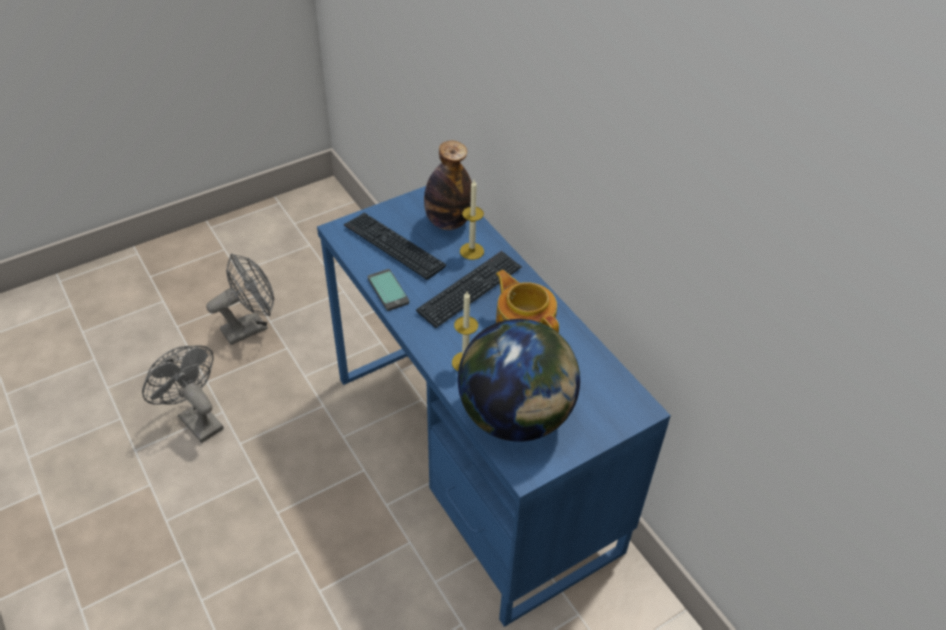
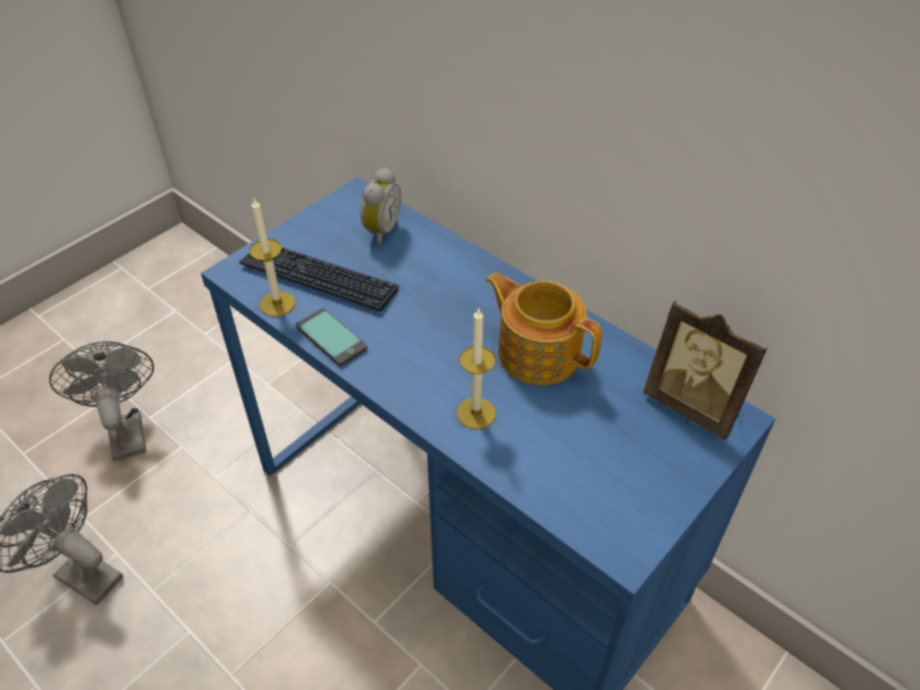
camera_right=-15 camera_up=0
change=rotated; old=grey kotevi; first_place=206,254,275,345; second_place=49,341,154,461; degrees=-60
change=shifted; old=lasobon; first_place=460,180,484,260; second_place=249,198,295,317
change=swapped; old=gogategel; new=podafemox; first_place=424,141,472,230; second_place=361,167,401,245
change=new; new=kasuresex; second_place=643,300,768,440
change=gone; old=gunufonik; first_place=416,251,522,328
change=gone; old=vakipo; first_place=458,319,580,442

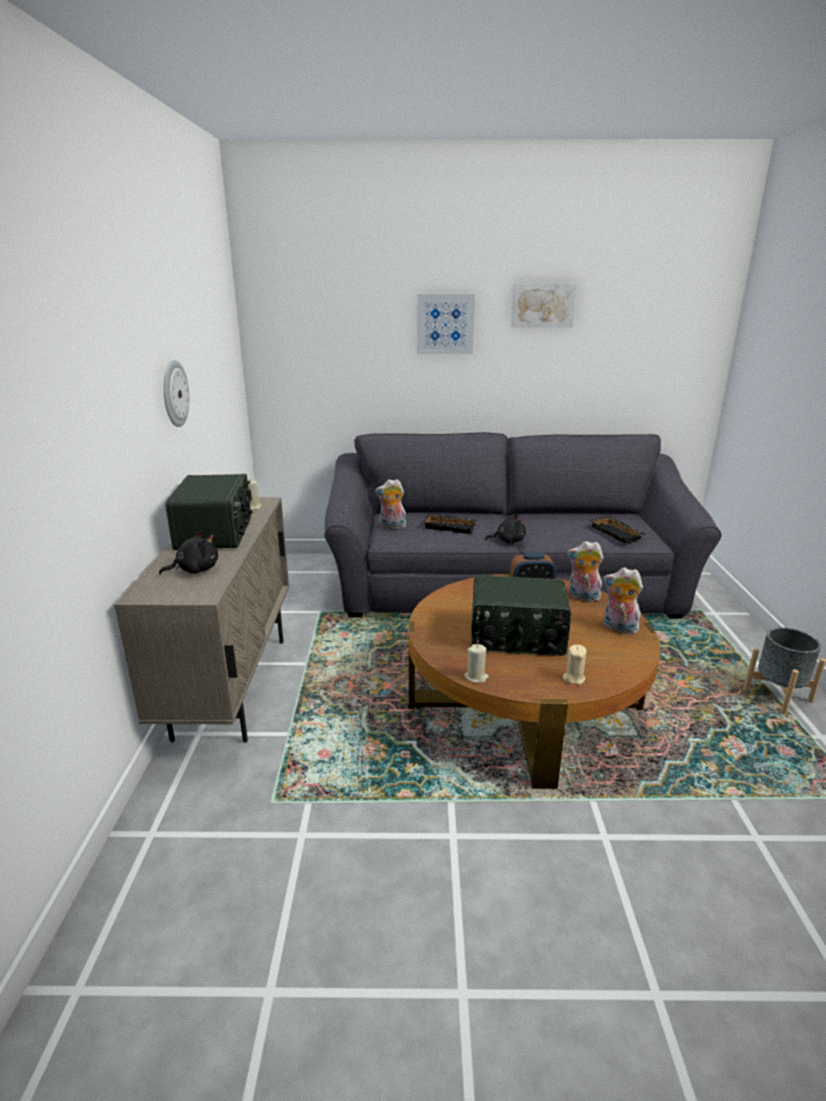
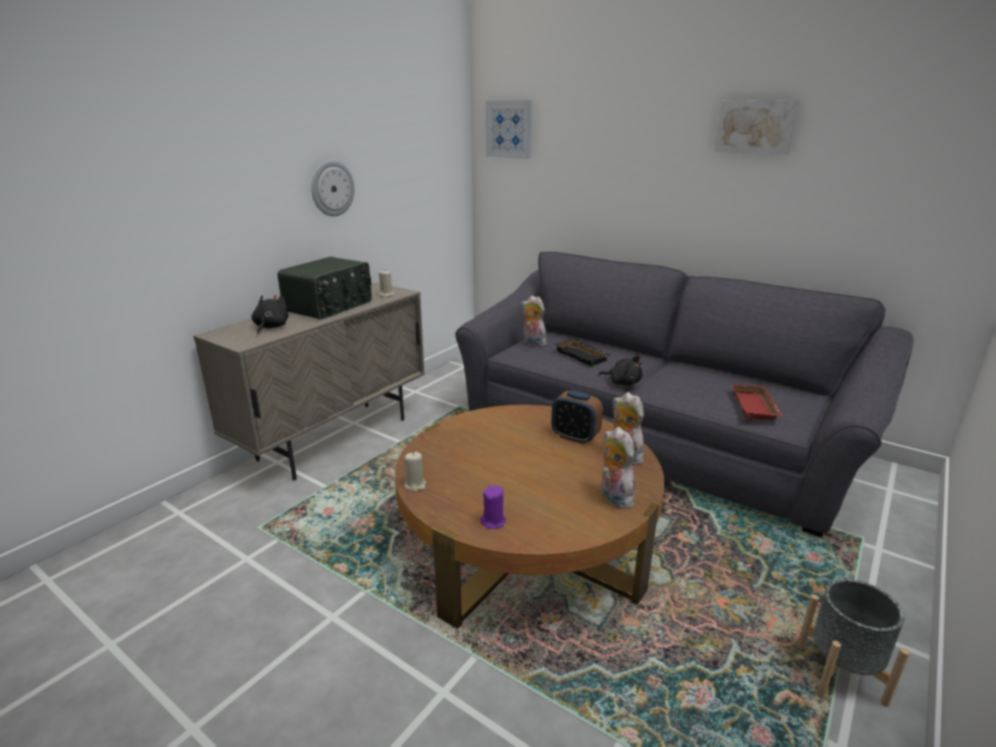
camera_right=35 camera_up=0
change=rotated; old=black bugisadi; first_place=159,530,218,575; second_place=251,295,289,334; degrees=-90
change=repainted; old=beige lasobon; new=purple lasobon; first_place=563,645,587,685; second_place=480,485,506,529
change=shifted; old=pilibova; first_place=417,294,475,354; second_place=486,100,533,159
change=repainted; old=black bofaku; new=red bofaku; first_place=590,516,647,544; second_place=732,383,783,420
change=gone; old=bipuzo; first_place=471,575,571,656

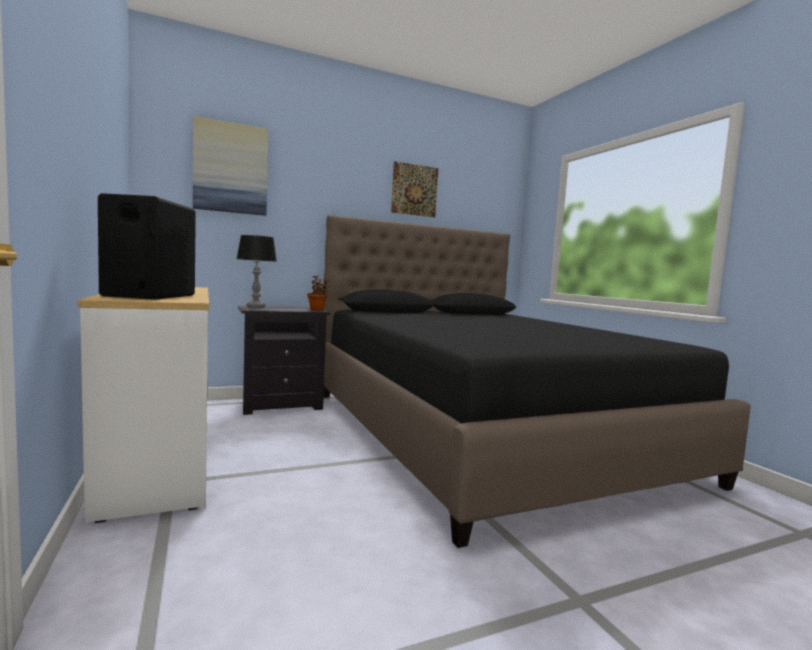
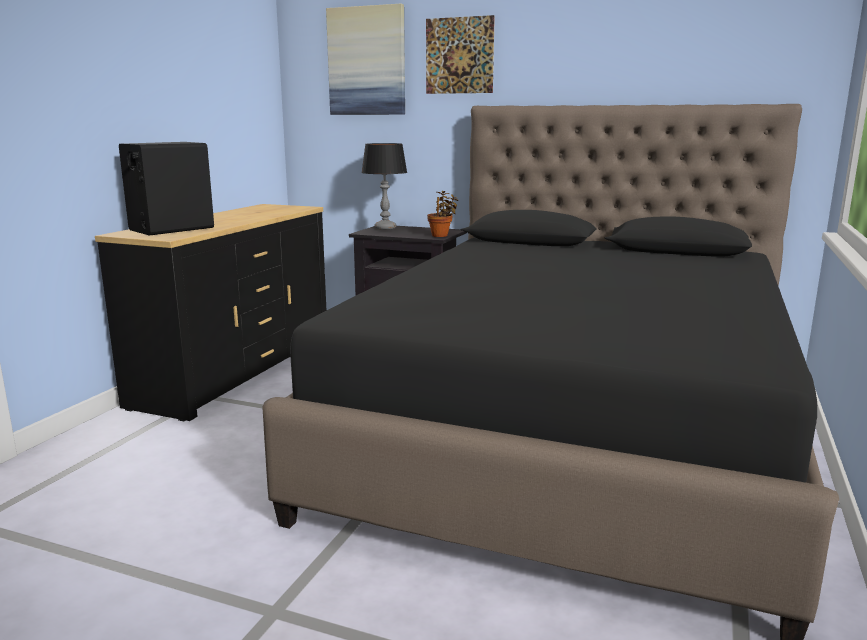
camera_right=45 camera_up=10
change=repainted; old=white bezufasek; new=black bezufasek; first_place=78,287,209,523; second_place=95,204,326,422
change=shifted; old=pilibova; first_place=391,161,438,217; second_place=426,15,495,94

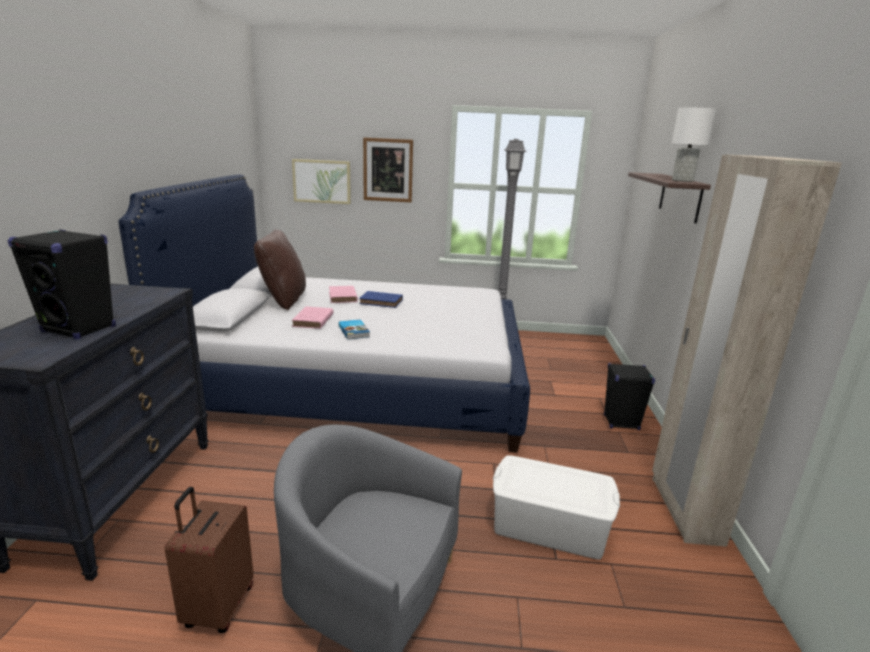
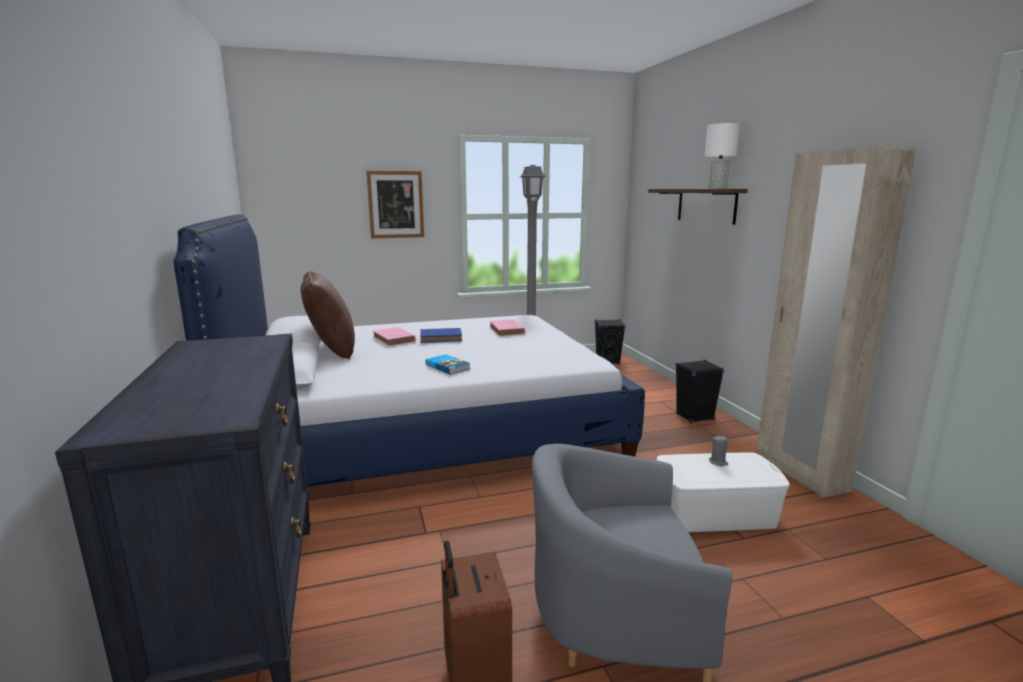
camera_right=-20 camera_up=-5
change=shifted; old=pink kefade; first_place=292,306,333,329; second_place=490,319,526,336
change=shifted; old=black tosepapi; first_place=8,229,116,339; second_place=595,319,626,364
change=new; new=grey lasobon; second_place=709,436,728,467
change=gone; old=pilibova; first_place=292,159,351,204

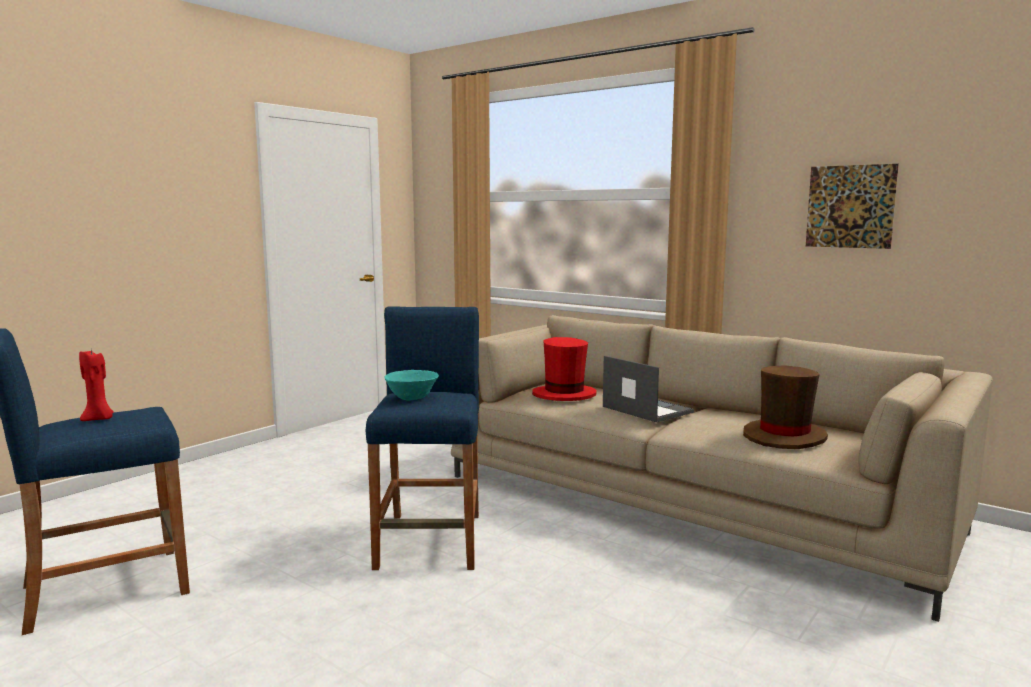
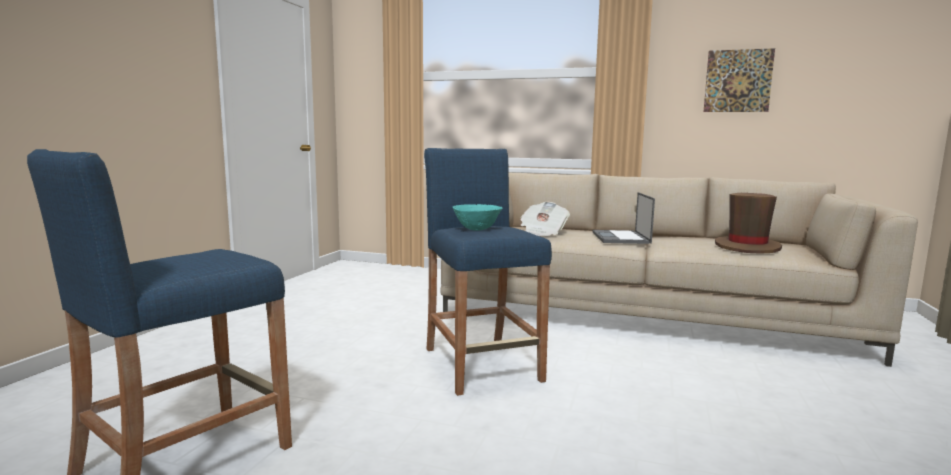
camera_right=-20 camera_up=0
change=swapped; old=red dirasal; new=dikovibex; first_place=532,337,596,401; second_place=520,202,570,236
change=rotated; old=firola; first_place=603,356,694,422; second_place=593,192,655,244; degrees=-120
change=gone; old=red lasobon; first_place=79,350,114,421

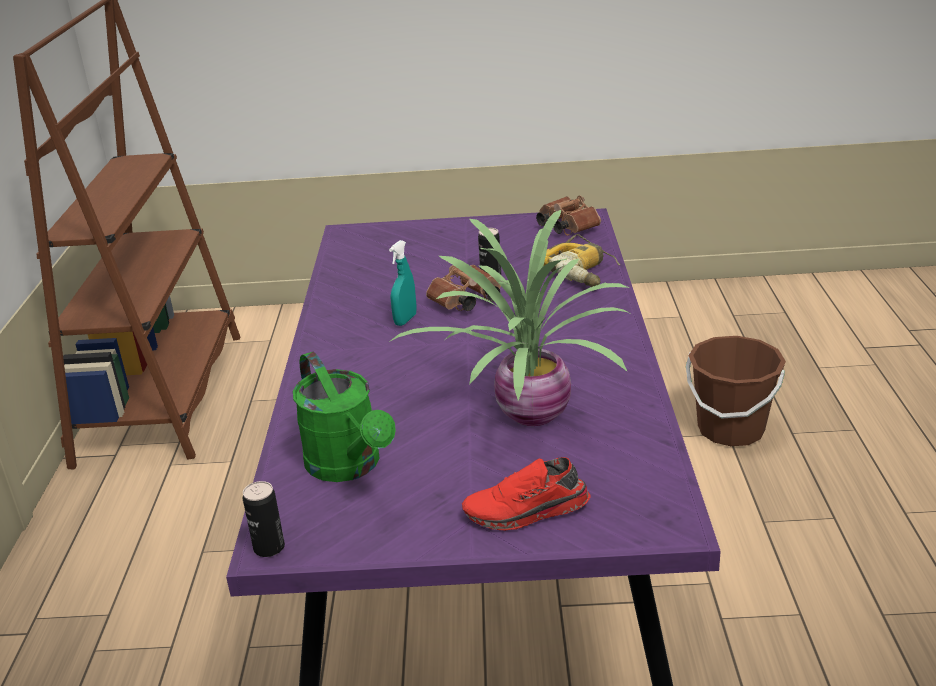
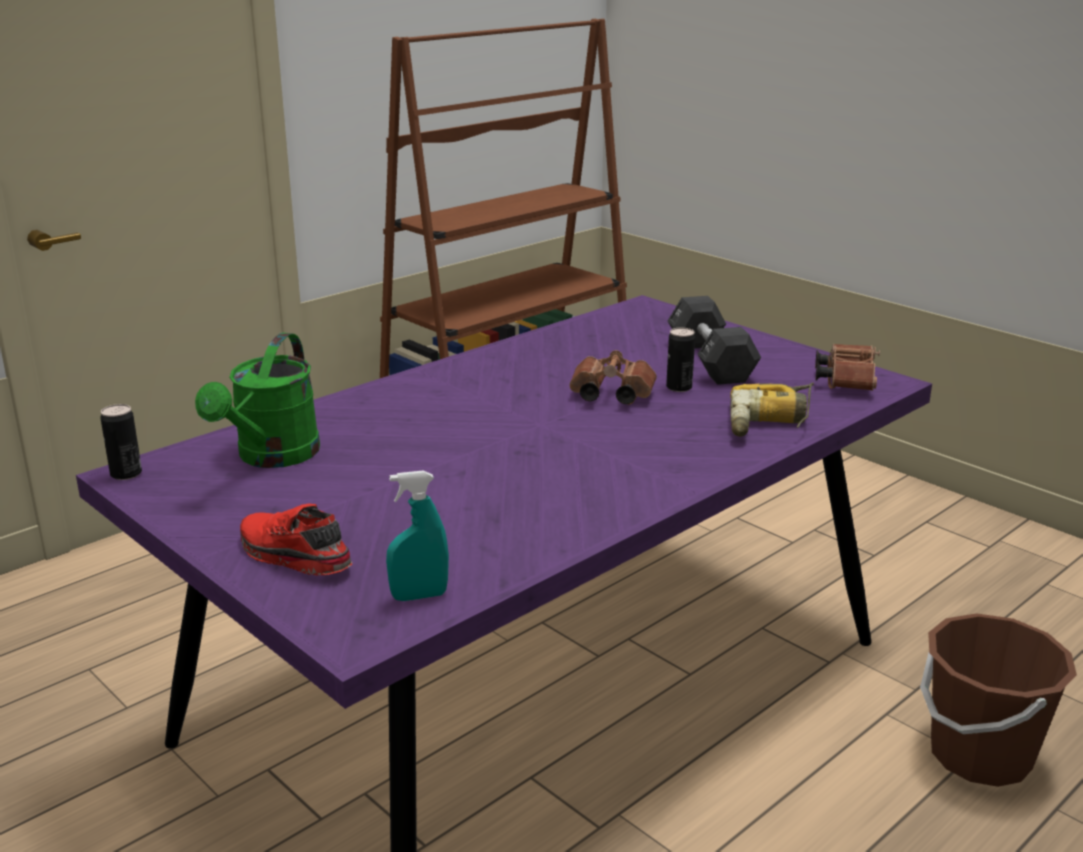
camera_right=45 camera_up=-5
change=shifted; old=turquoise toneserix; first_place=389,240,417,326; second_place=386,470,449,601
change=new; new=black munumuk; second_place=668,296,761,385
change=gone; old=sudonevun; first_place=389,210,630,426

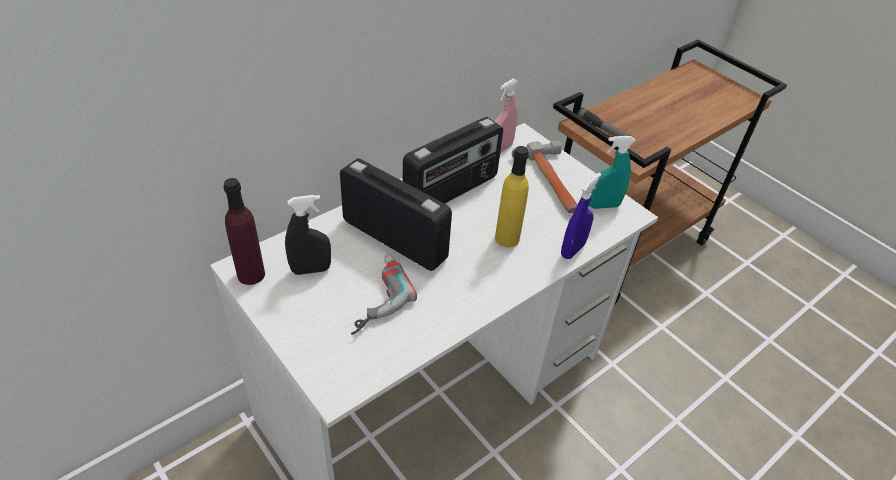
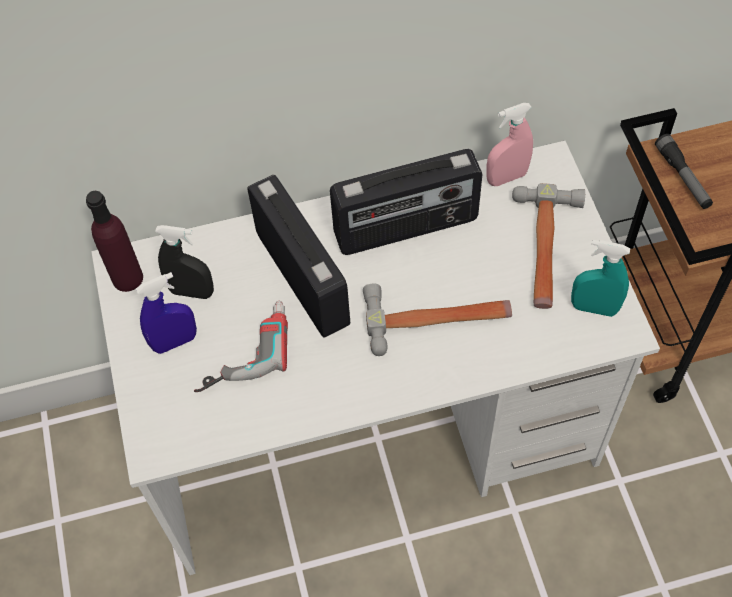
camera_right=30 camera_up=15
change=shifted; old=blue toneserix; first_place=561,172,602,259; second_place=136,272,197,354
change=swapped; old=yellow gogategel; new=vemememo; first_place=495,146,529,247; second_place=363,283,512,356

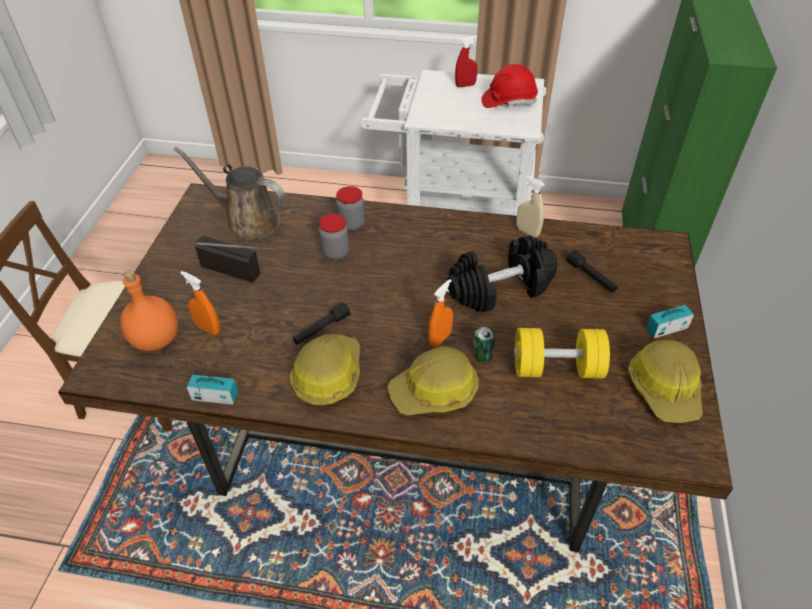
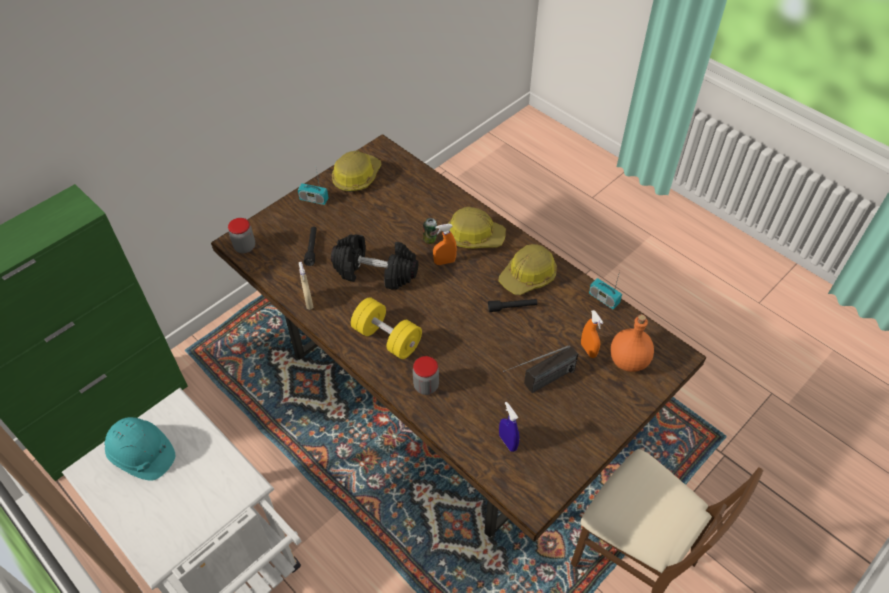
camera_right=-145 camera_up=5
change=repainted; old=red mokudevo; new=turquoise mokudevo; first_place=481,64,538,108; second_place=104,417,175,481
change=shifted; old=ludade; first_place=319,214,349,260; second_place=228,218,255,253
change=shifted; old=yellow munumuk; first_place=514,328,610,379; second_place=351,297,422,359
change=swapped; old=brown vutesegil; new=blue toneserix; first_place=174,147,285,240; second_place=499,402,519,452
change=rotated; old=bipuzo; first_place=195,235,275,283; second_place=503,345,578,393; degrees=-90
change=gone; old=red toneserix; first_place=455,36,478,87

